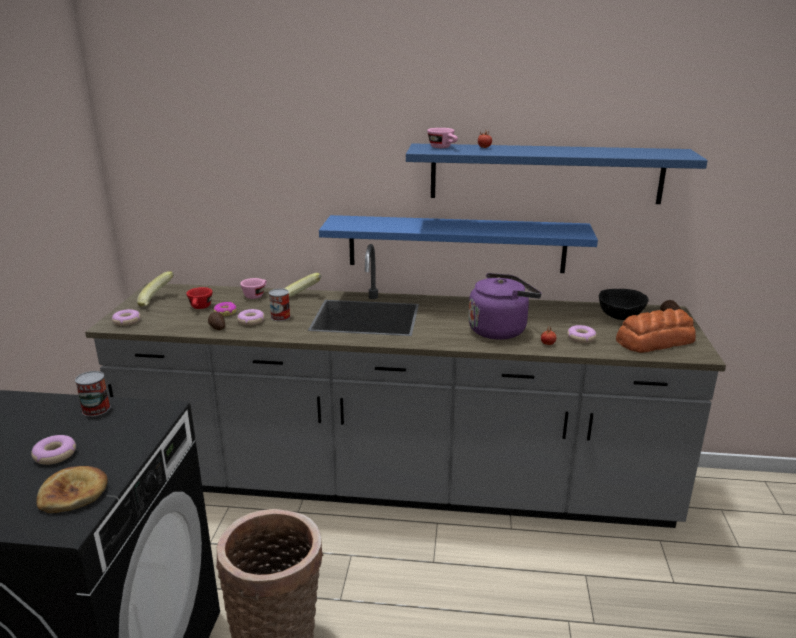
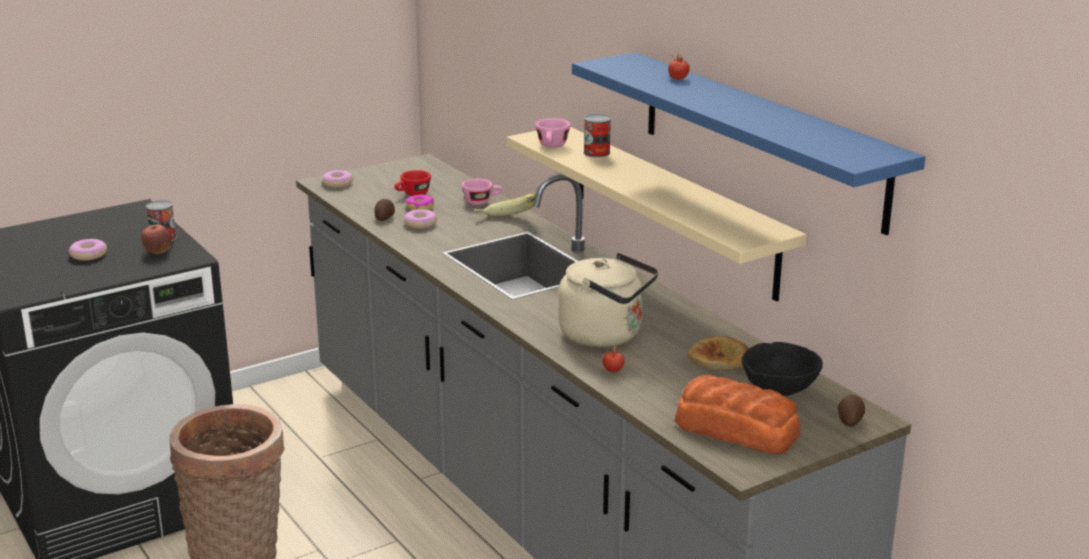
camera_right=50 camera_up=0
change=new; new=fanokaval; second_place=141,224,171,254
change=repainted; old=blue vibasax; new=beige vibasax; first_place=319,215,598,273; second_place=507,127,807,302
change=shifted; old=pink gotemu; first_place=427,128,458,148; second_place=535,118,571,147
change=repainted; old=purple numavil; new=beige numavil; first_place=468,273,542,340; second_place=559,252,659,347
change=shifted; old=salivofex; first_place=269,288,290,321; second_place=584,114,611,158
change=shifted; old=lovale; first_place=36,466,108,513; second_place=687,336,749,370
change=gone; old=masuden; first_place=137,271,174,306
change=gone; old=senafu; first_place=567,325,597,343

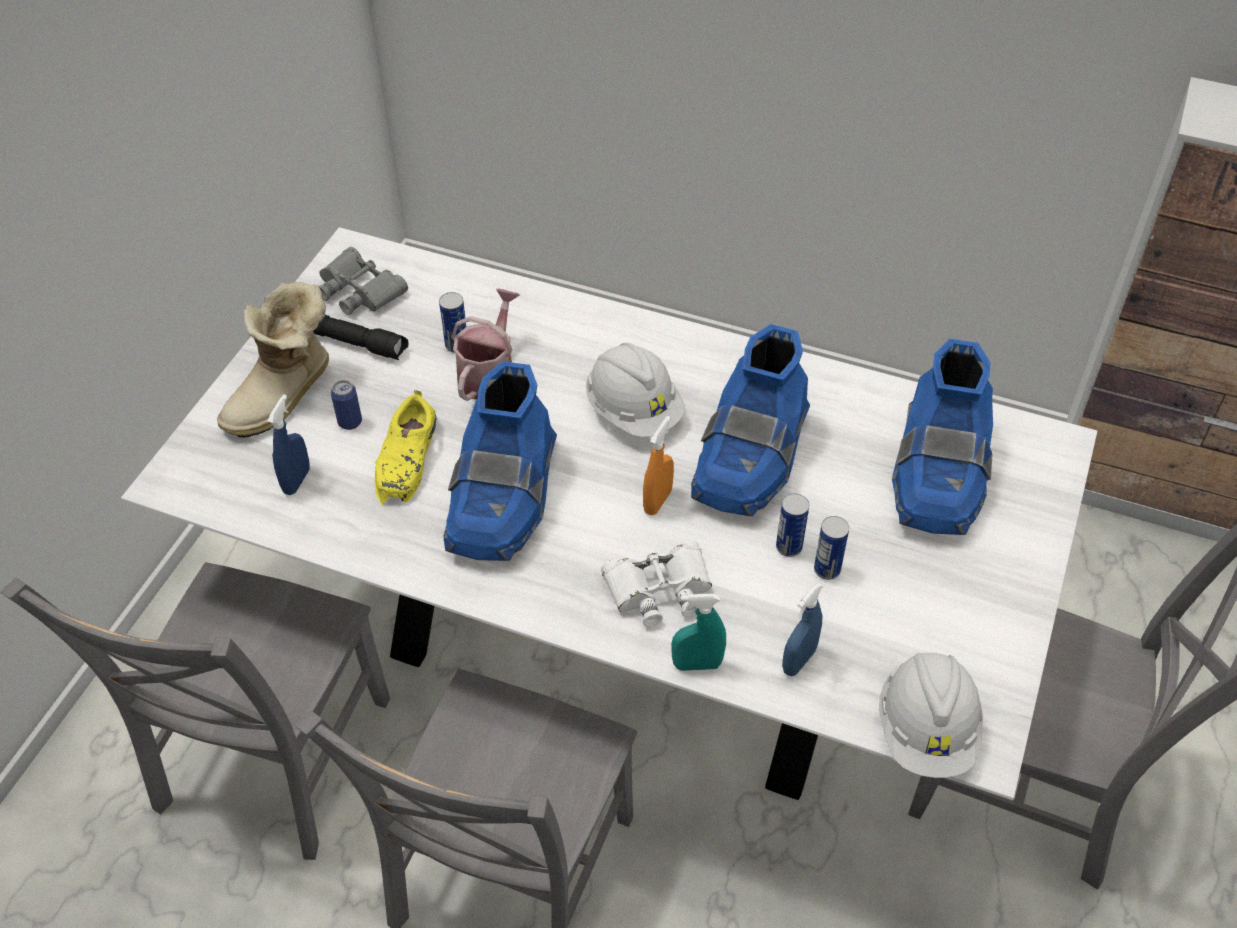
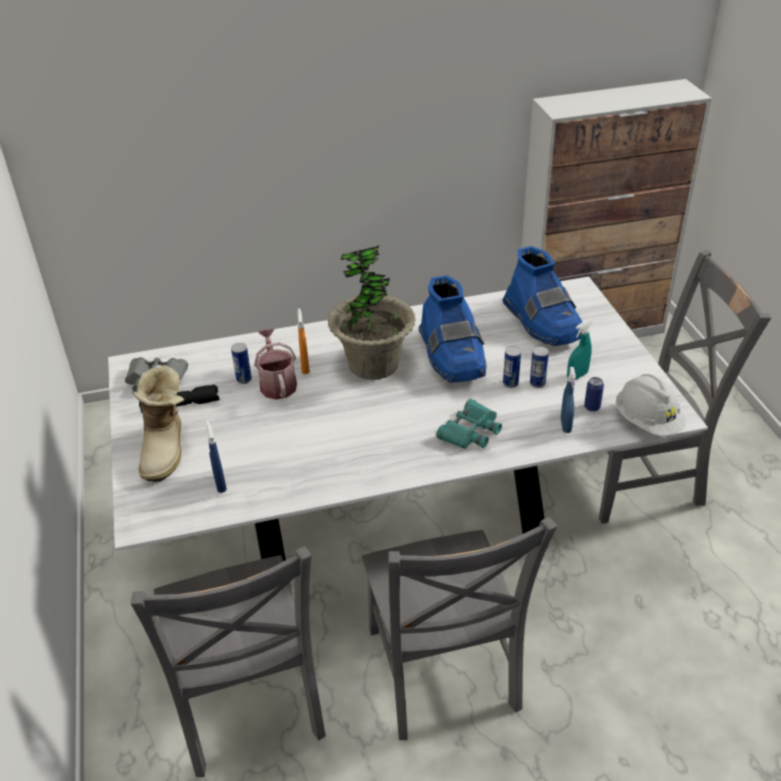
camera_right=-35 camera_up=-10
change=shifted; old=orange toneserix; first_place=643,416,674,515; second_place=297,308,310,374
change=swapped; old=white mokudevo; new=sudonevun; first_place=586,343,685,437; second_place=328,245,416,380
change=repainted; old=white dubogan; new=turquoise dubogan; first_place=601,541,712,627; second_place=436,399,502,449
change=shifted; old=turquoise toneserix; first_place=671,594,726,671; second_place=567,320,592,381
change=shifted; old=salivofex; first_place=331,380,362,430; second_place=584,377,604,412
change=gone; old=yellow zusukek; first_place=375,390,437,505
change=gone; old=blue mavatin; first_place=444,361,557,561

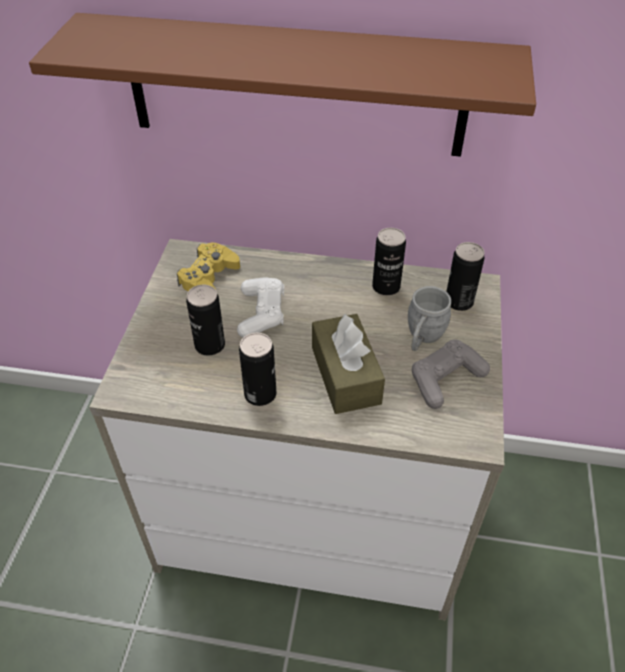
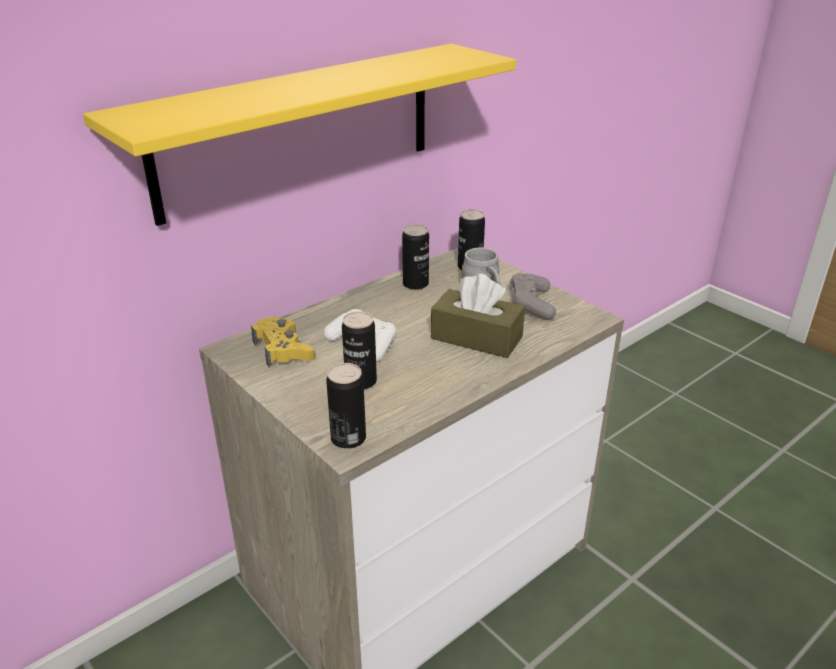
camera_right=-50 camera_up=-15
change=repainted; old=brown vibasax; new=yellow vibasax; first_place=29,13,536,157; second_place=83,44,516,226
change=shifted; old=salivofex; first_place=239,333,276,406; second_place=326,363,366,449

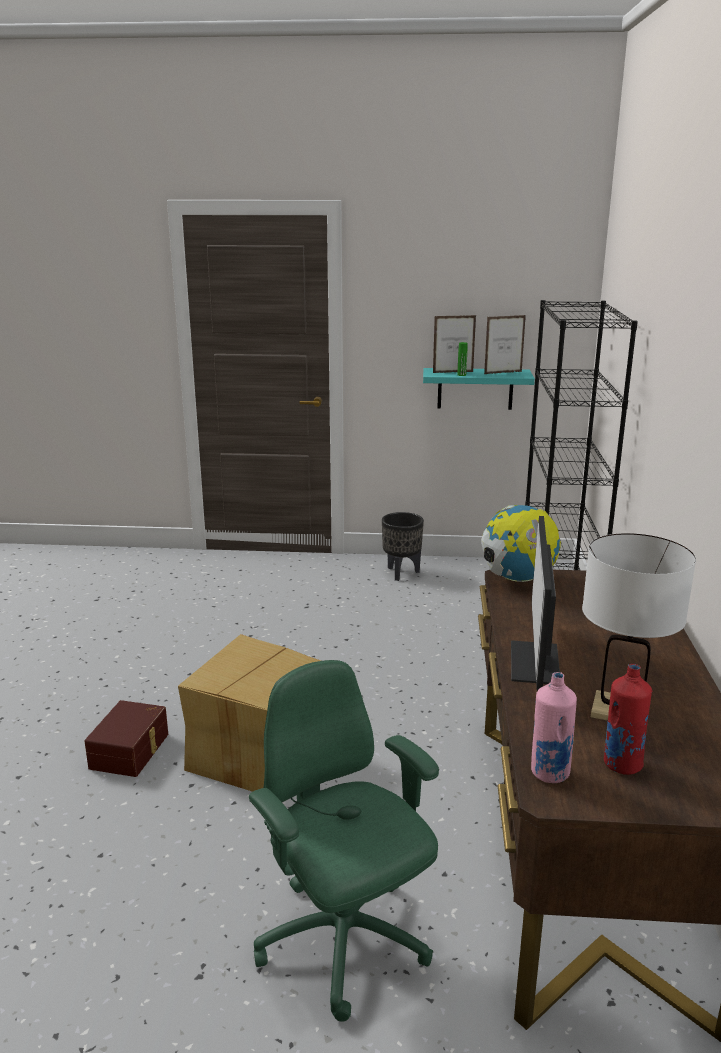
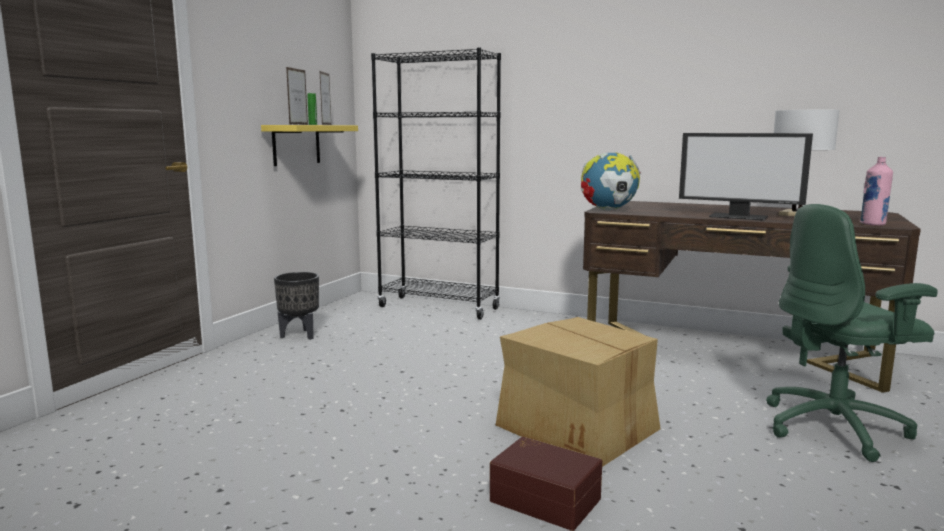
camera_right=-70 camera_up=-10
change=repainted; old=turquoise vibasax; new=yellow vibasax; first_place=423,368,535,410; second_place=261,125,358,166
change=gone; old=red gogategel; first_place=604,664,652,775

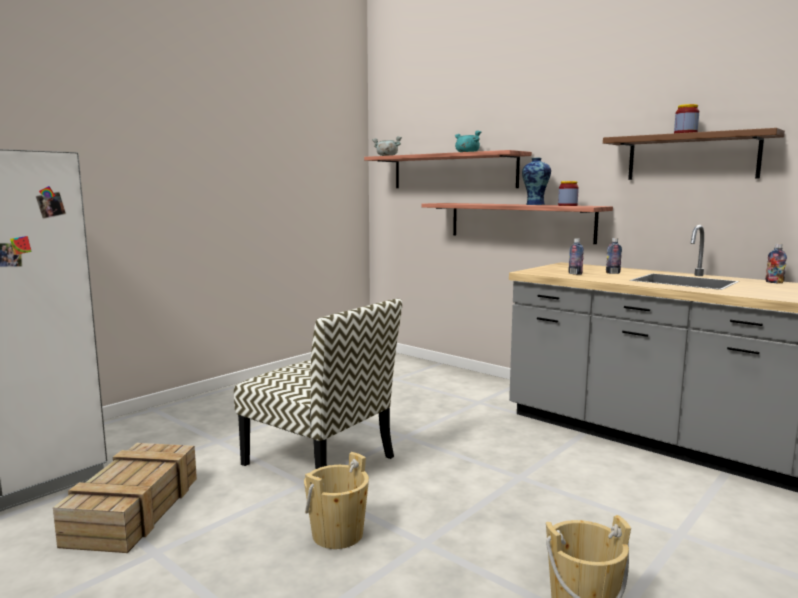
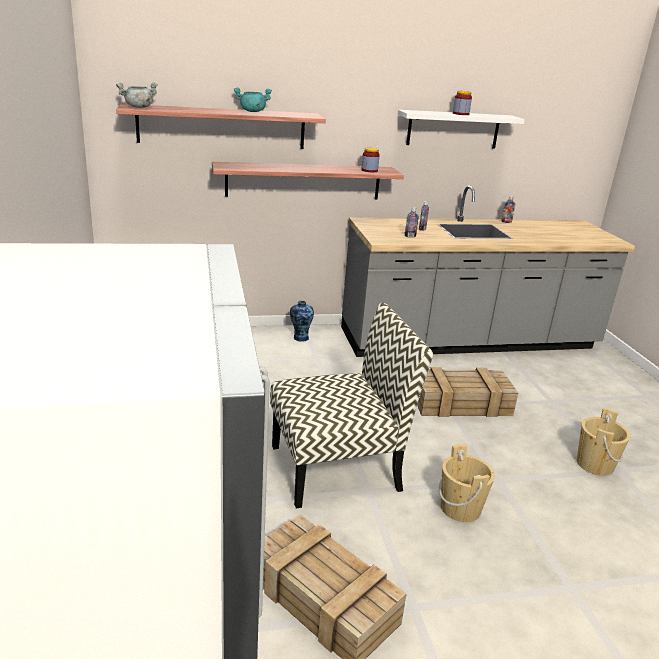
camera_right=-55 camera_up=15
change=shifted; old=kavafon; first_place=522,158,551,205; second_place=290,301,314,341
change=repainted; old=brown vibasax; new=white vibasax; first_place=603,128,785,180; second_place=398,110,525,149
change=new; new=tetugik; second_place=417,367,518,417

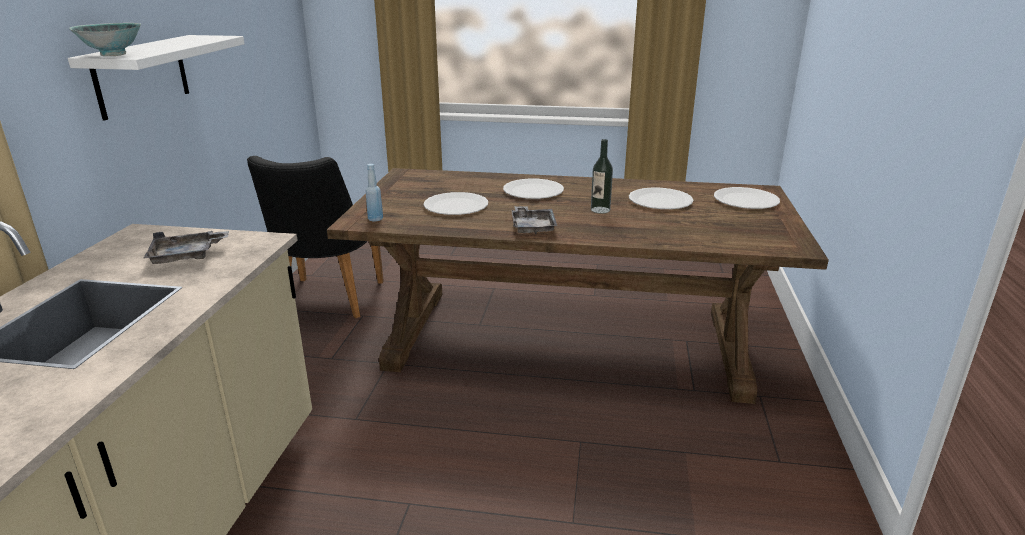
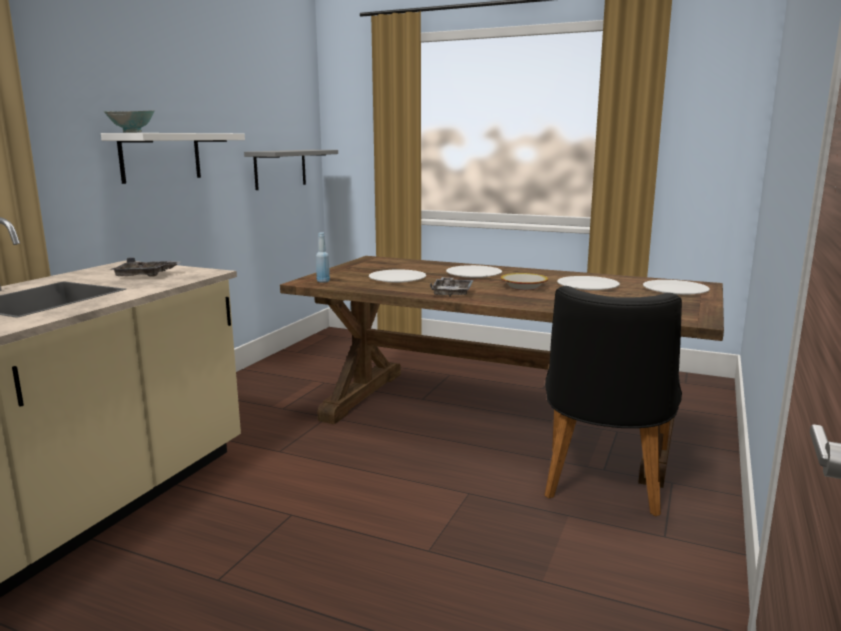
camera_right=15 camera_up=-10
change=new; new=grey vibasax; second_place=244,150,338,190
change=swapped; old=gogategel; new=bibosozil; first_place=591,139,613,214; second_place=501,273,548,290
change=shifted; old=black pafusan; first_place=247,156,384,318; second_place=544,286,682,517

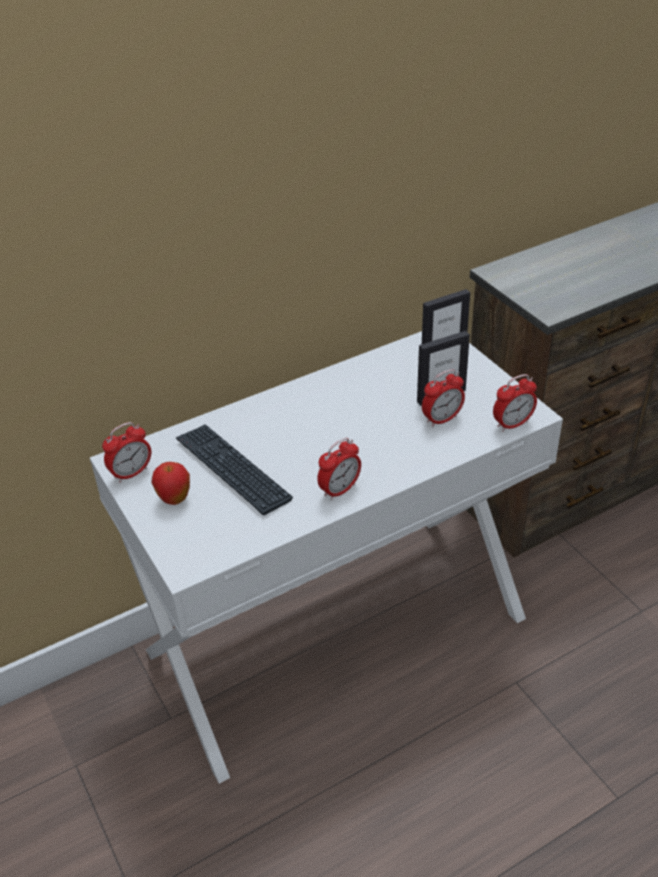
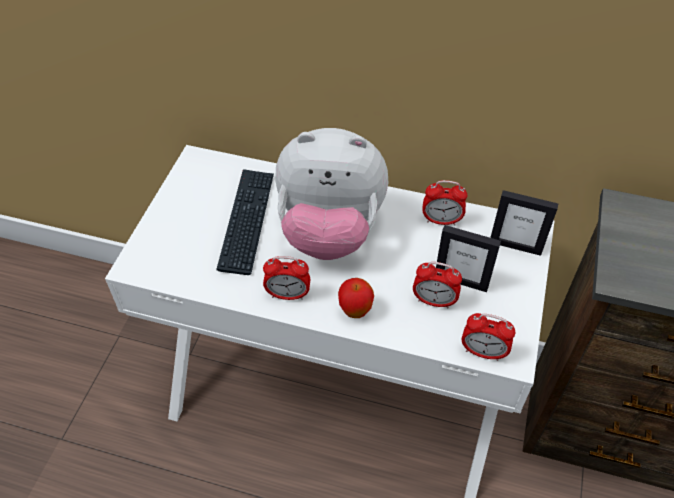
camera_right=45 camera_up=10
change=new; new=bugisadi; second_place=275,128,388,260
change=shifted; old=fanokaval; first_place=152,462,190,505; second_place=338,278,374,318
change=shifted; old=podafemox; first_place=102,422,151,483; second_place=422,180,467,225

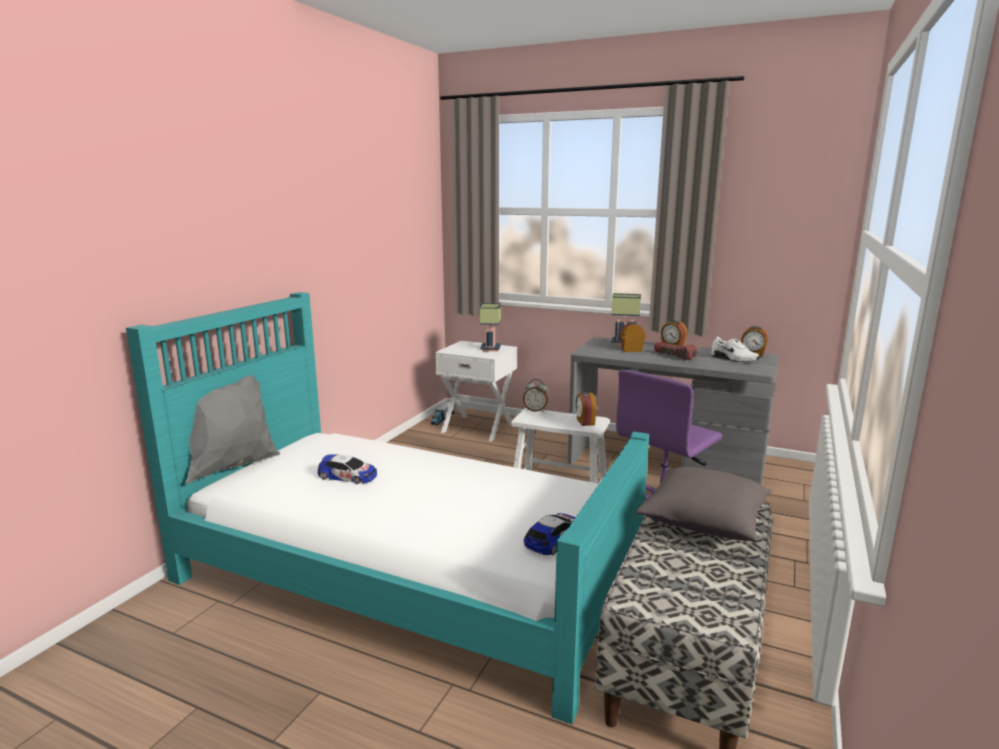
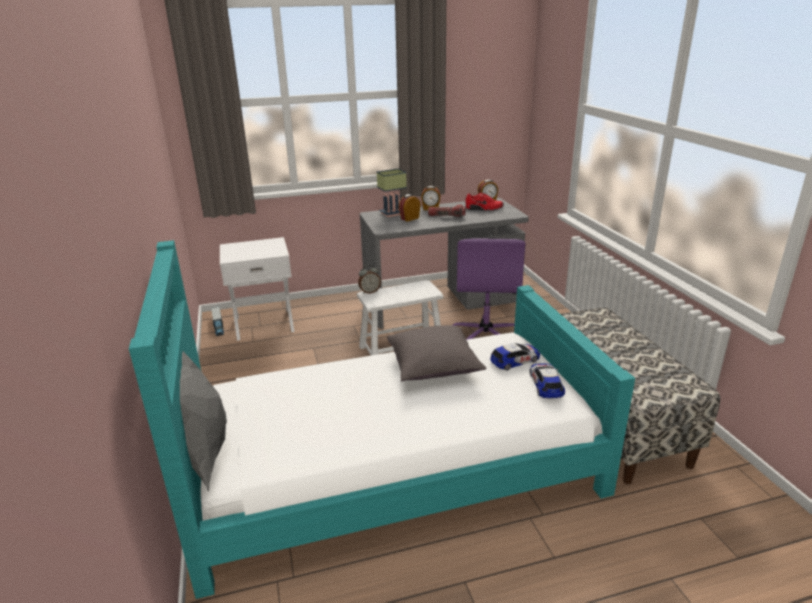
camera_right=-40 camera_up=10
change=shifted; old=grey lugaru; first_place=636,467,772,542; second_place=387,325,487,381
change=repainted; old=white zusukek; new=red zusukek; first_place=711,337,760,362; second_place=465,193,504,210
change=shifted; old=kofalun; first_place=318,454,377,484; second_place=490,343,540,370
change=gone; old=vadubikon; first_place=480,303,501,352
change=gone; old=podafemox; first_place=576,392,597,426

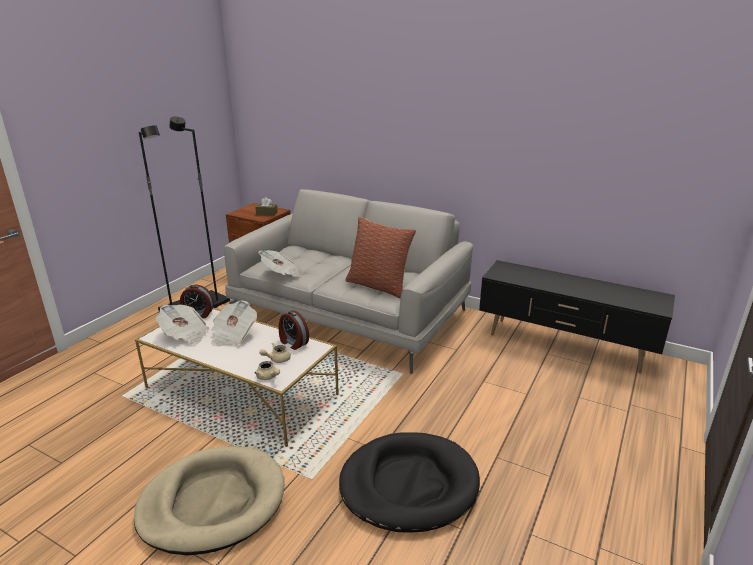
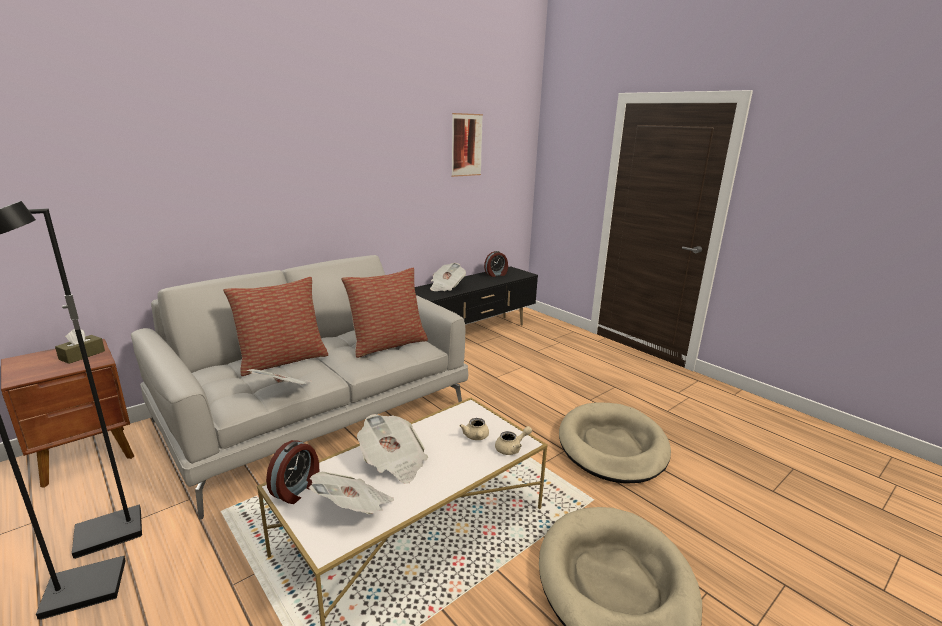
camera_right=-70 camera_up=-5
change=new; new=lugaru; second_place=223,277,328,376
change=new; new=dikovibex; second_place=430,263,466,291
change=new; new=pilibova; second_place=451,113,483,177
change=shifted; old=podafemox; first_place=279,310,309,350; second_place=484,251,508,277
change=repainted; old=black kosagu; new=beige kosagu; first_place=339,432,480,533; second_place=559,403,671,484

